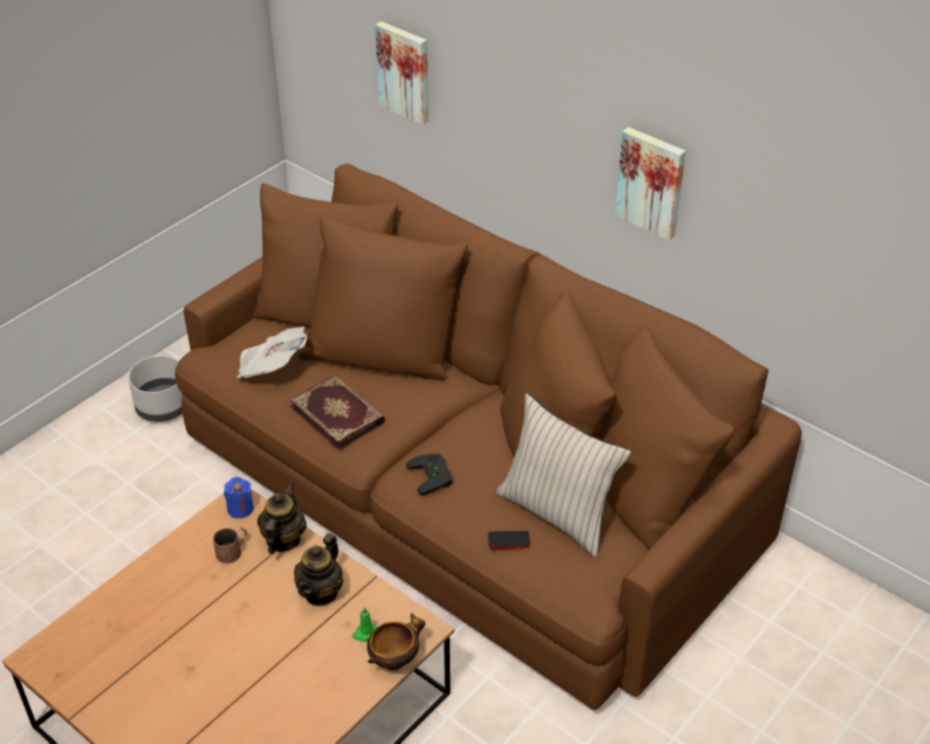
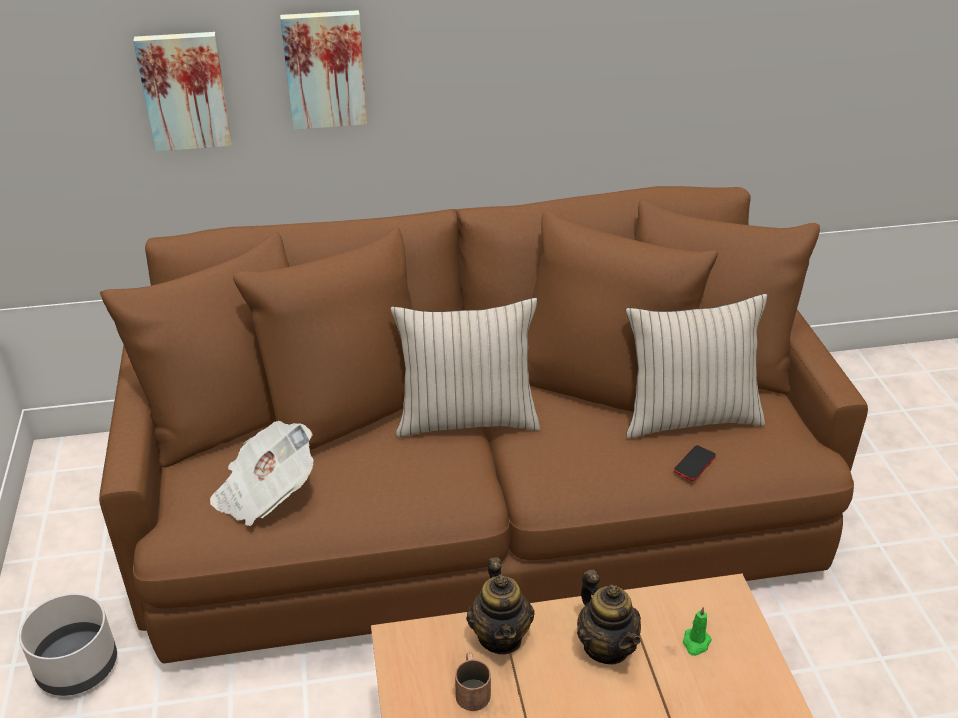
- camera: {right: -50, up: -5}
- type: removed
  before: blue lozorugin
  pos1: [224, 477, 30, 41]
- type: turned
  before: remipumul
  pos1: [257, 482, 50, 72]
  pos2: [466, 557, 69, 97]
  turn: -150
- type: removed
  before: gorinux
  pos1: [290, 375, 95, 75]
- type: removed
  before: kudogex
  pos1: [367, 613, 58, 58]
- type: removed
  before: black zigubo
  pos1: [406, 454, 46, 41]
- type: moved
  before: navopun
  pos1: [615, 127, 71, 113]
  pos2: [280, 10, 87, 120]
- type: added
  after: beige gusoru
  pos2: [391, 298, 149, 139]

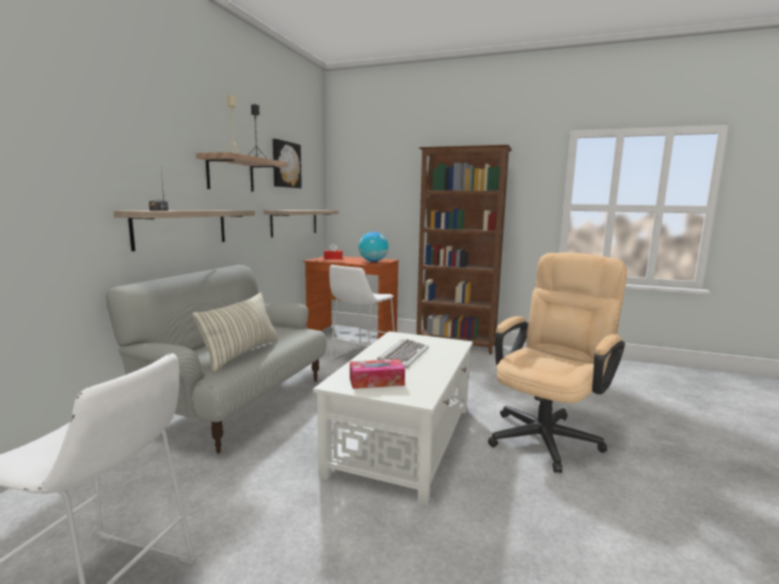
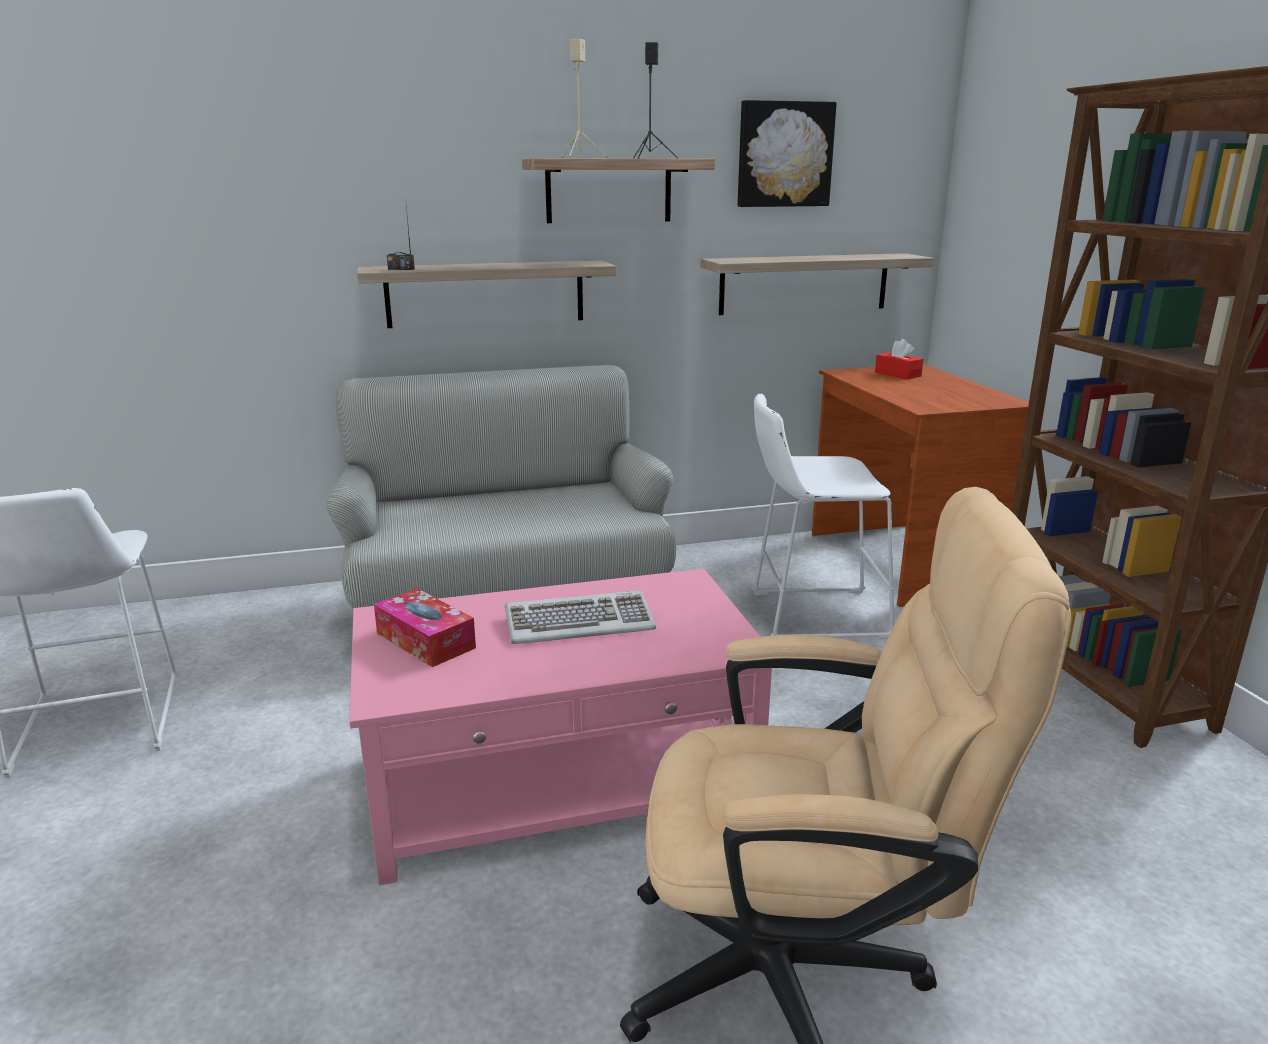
- camera: {right: 55, up: 10}
- type: removed
  before: gusoru
  pos1: [192, 293, 86, 80]
- type: recoloured
  before: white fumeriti
  after: pink fumeriti
  pos1: [313, 331, 160, 174]
  pos2: [349, 569, 423, 316]
- type: removed
  before: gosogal
  pos1: [359, 232, 29, 30]

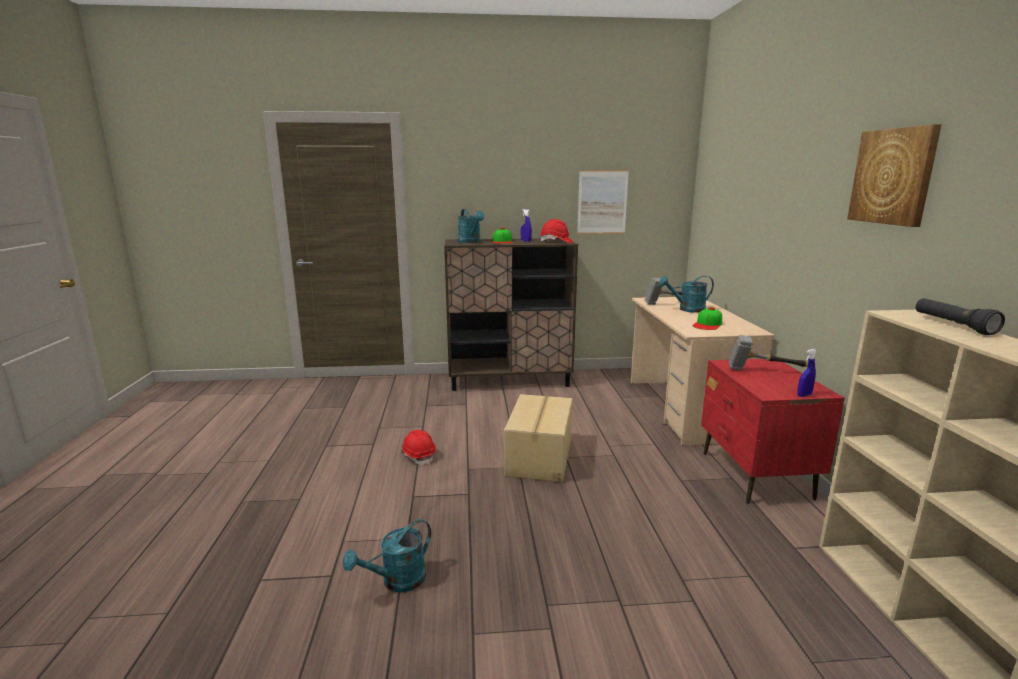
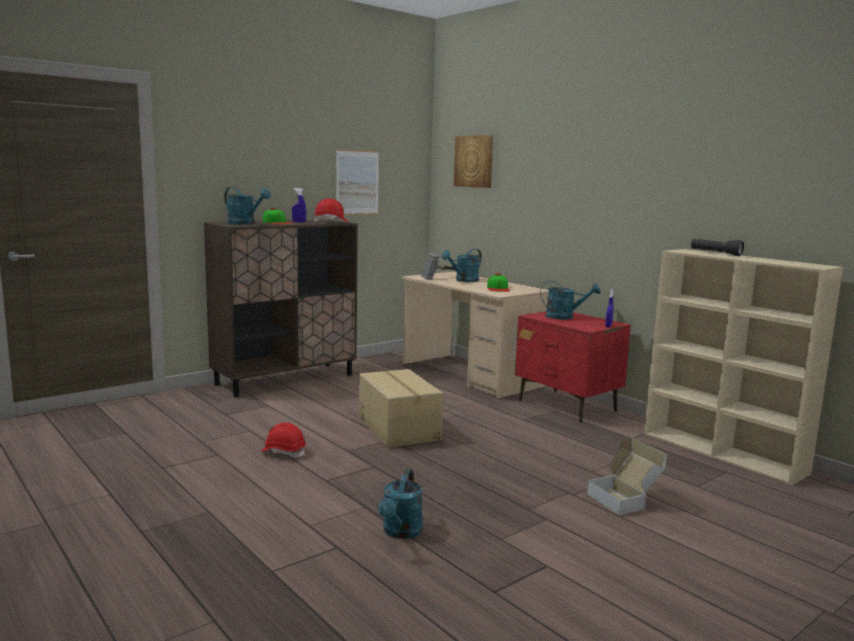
- camera: {right: -35, up: -5}
- type: replaced
  before: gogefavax
  after: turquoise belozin
  pos1: [729, 335, 79, 36]
  pos2: [540, 281, 61, 38]
- type: moved
  before: navopun
  pos1: [847, 124, 95, 103]
  pos2: [454, 135, 39, 53]
- type: added
  after: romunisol
  pos2: [587, 438, 80, 77]

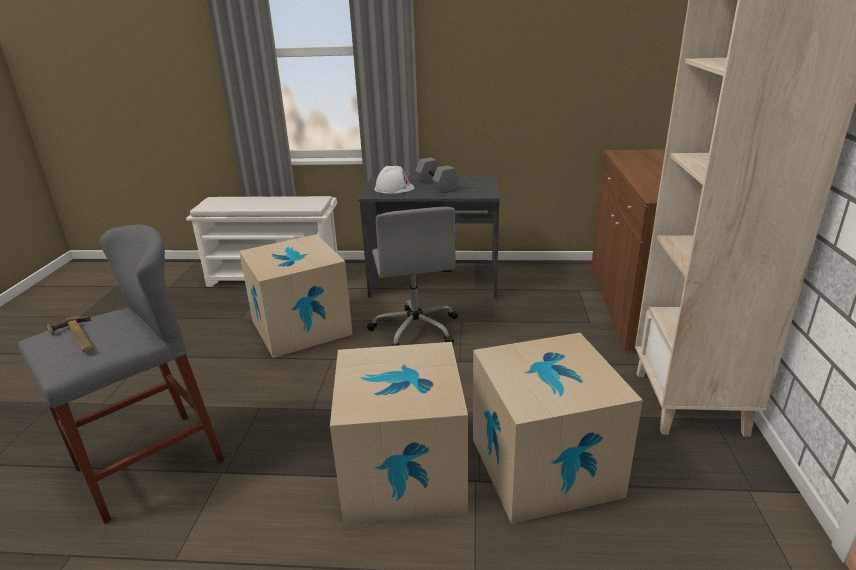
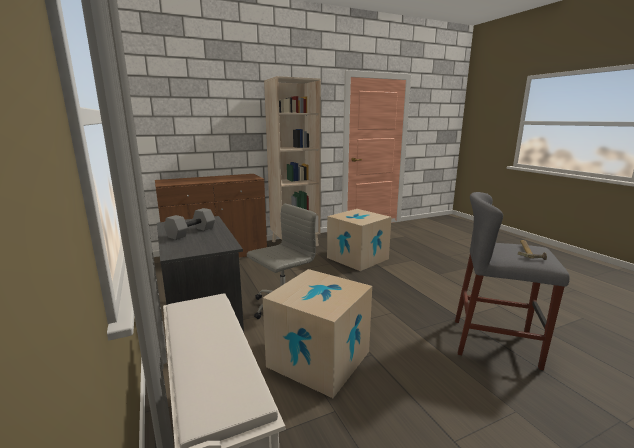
- camera: {right: -120, up: -10}
- type: removed
  before: romunisol
  pos1: [330, 342, 138, 182]
- type: removed
  before: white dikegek
  pos1: [374, 166, 41, 28]

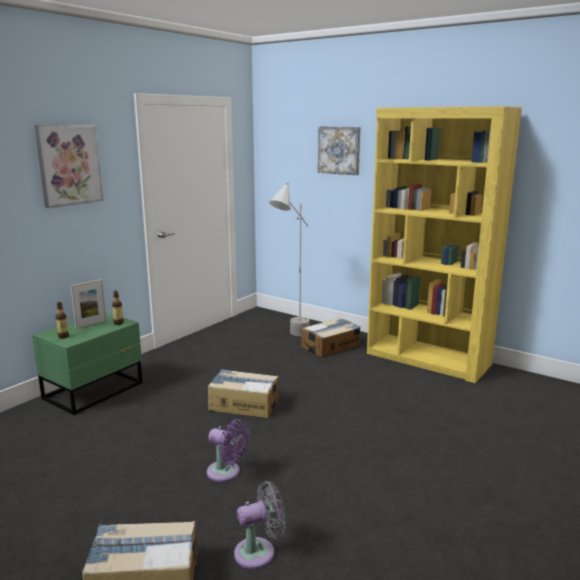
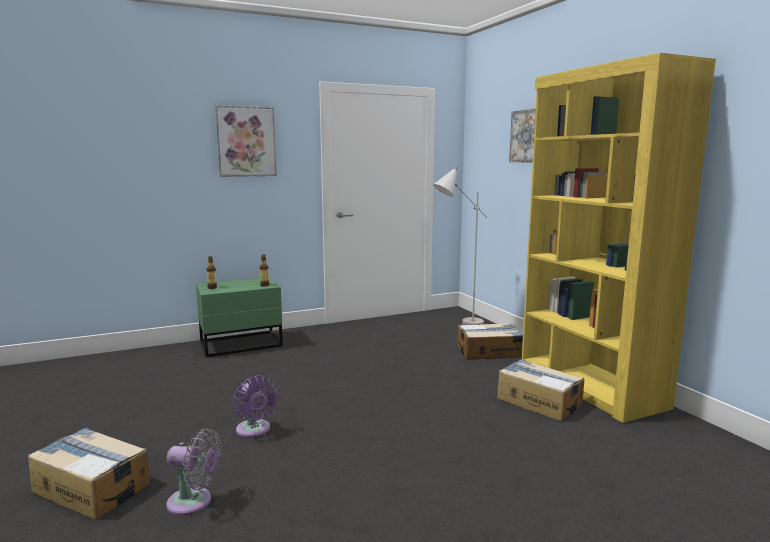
- camera: {right: 30, up: -5}
- type: removed
  before: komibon
  pos1: [70, 279, 37, 50]
- type: moved
  before: romunisol
  pos1: [208, 369, 71, 49]
  pos2: [497, 359, 87, 62]

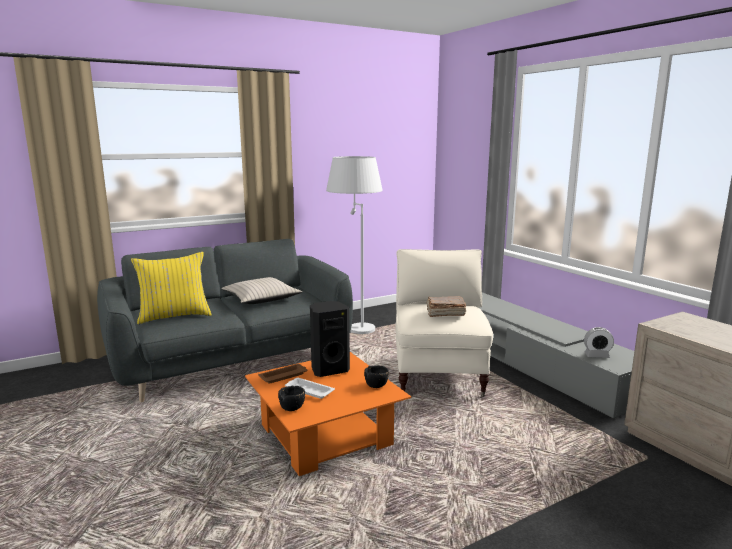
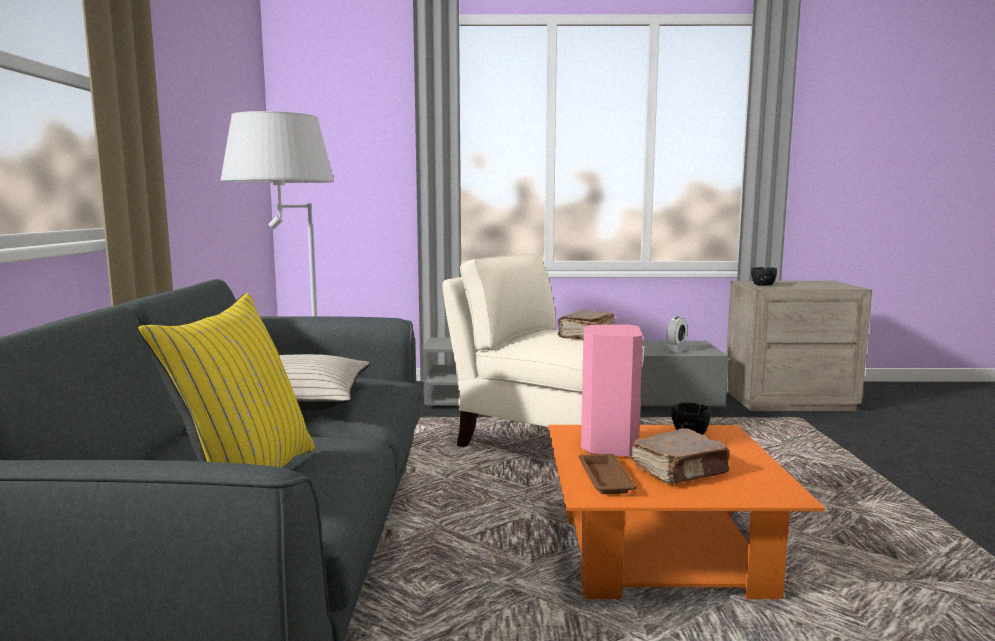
- camera: {right: -60, up: -5}
- type: moved
  before: black kudogex
  pos1: [278, 386, 27, 25]
  pos2: [751, 267, 26, 19]
- type: replaced
  before: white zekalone
  after: brown gorinux
  pos1: [285, 378, 50, 21]
  pos2: [632, 428, 98, 56]
- type: recoloured
  before: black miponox
  after: pink miponox
  pos1: [310, 301, 40, 76]
  pos2: [581, 325, 62, 132]

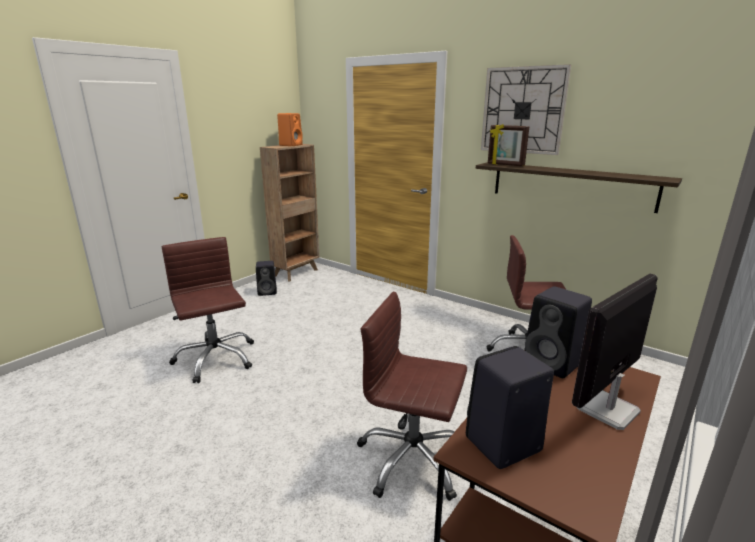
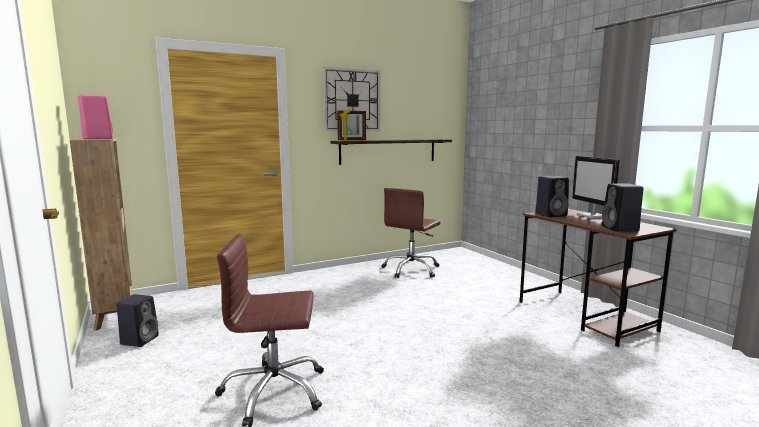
- camera: {right: -65, up: -10}
- type: recoloured
  before: orange miponox
  after: pink miponox
  pos1: [277, 113, 26, 33]
  pos2: [78, 95, 35, 44]
- type: removed
  before: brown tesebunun
  pos1: [357, 292, 110, 209]

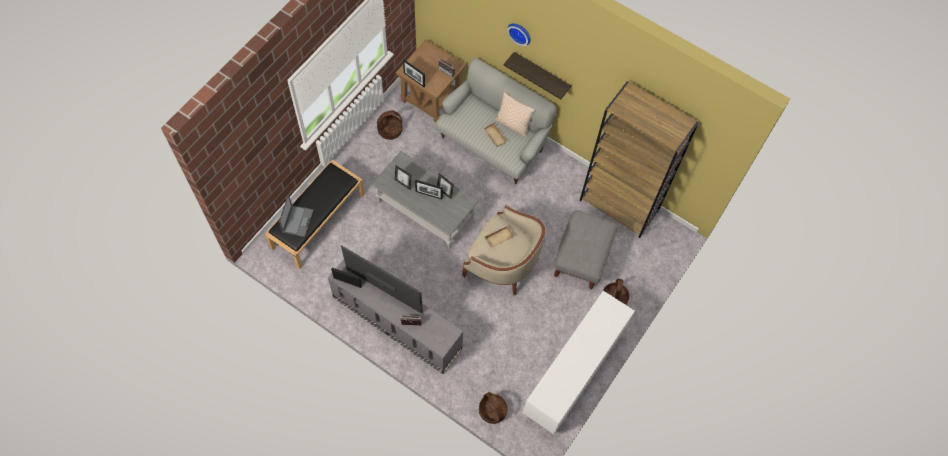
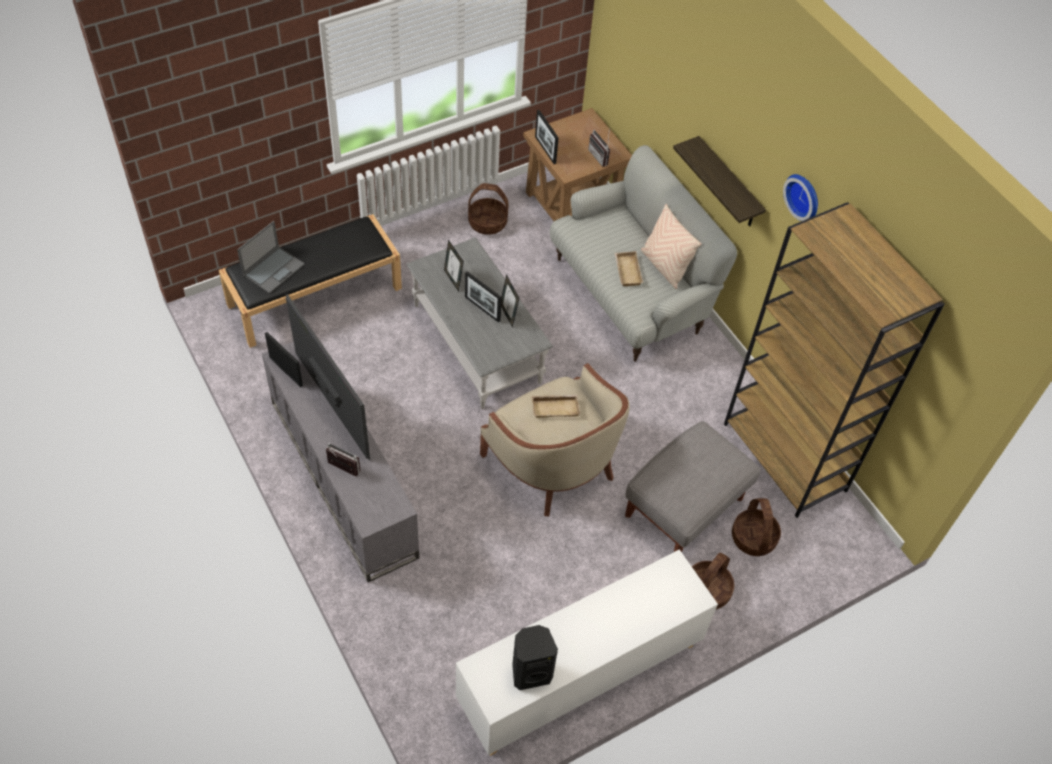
- camera: {right: 25, up: -10}
- type: moved
  before: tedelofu
  pos1: [479, 392, 29, 32]
  pos2: [732, 498, 49, 58]
- type: moved
  before: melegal
  pos1: [507, 24, 24, 22]
  pos2: [783, 174, 35, 47]
- type: added
  after: black miponox
  pos2: [512, 625, 46, 65]

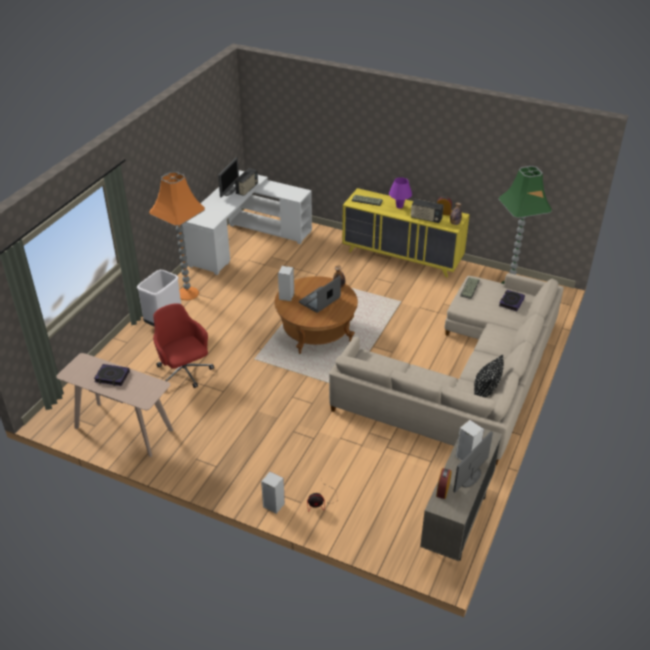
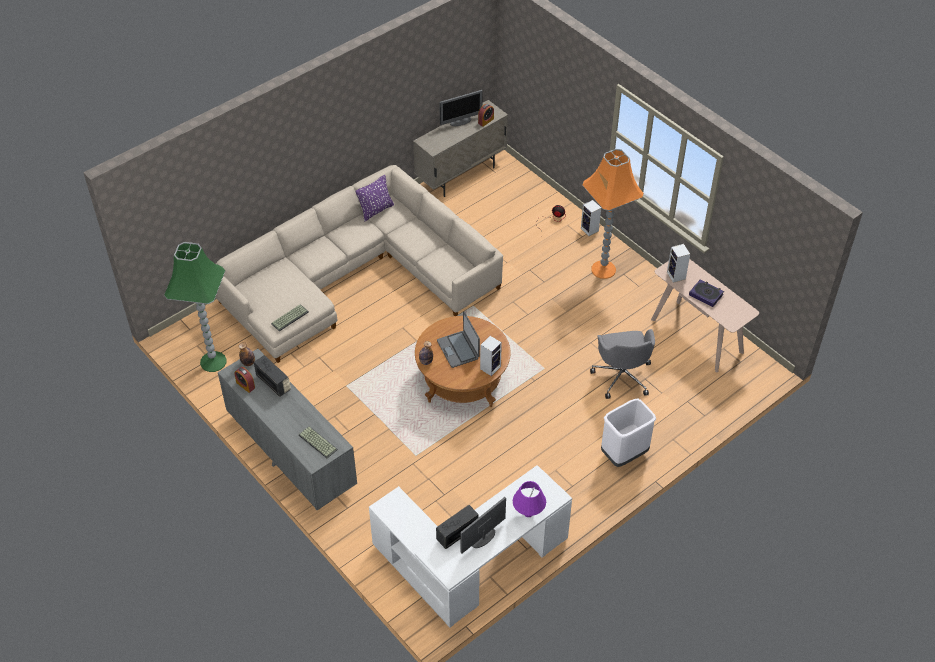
- camera: {right: -155, up: 10}
- type: moved
  before: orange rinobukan
  pos1: [149, 171, 56, 129]
  pos2: [582, 149, 62, 130]
- type: recoloured
  before: red tesebunun
  after: grey tesebunun
  pos1: [153, 303, 61, 85]
  pos2: [590, 329, 65, 70]
- type: turned
  before: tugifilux
  pos1: [299, 276, 42, 37]
  pos2: [437, 312, 43, 56]
  turn: 90
- type: recoloured
  before: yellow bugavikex
  after: grey bugavikex
  pos1: [342, 188, 128, 90]
  pos2: [218, 349, 139, 161]
- type: moved
  before: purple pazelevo
  pos1: [389, 177, 23, 31]
  pos2: [513, 481, 33, 36]
- type: moved
  before: miponox
  pos1: [455, 420, 29, 41]
  pos2: [667, 244, 23, 39]
- type: recoloured
  before: black gusoru
  after: purple gusoru
  pos1: [474, 355, 30, 42]
  pos2: [355, 175, 39, 46]
- type: removed
  before: gorinux
  pos1: [499, 290, 26, 21]

